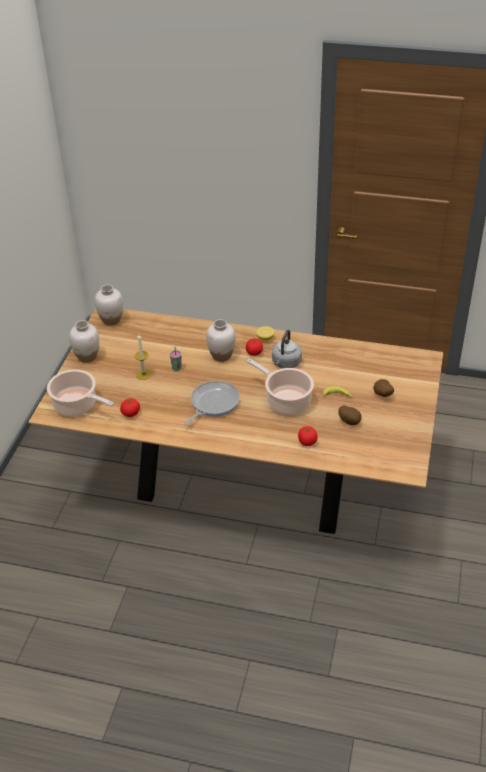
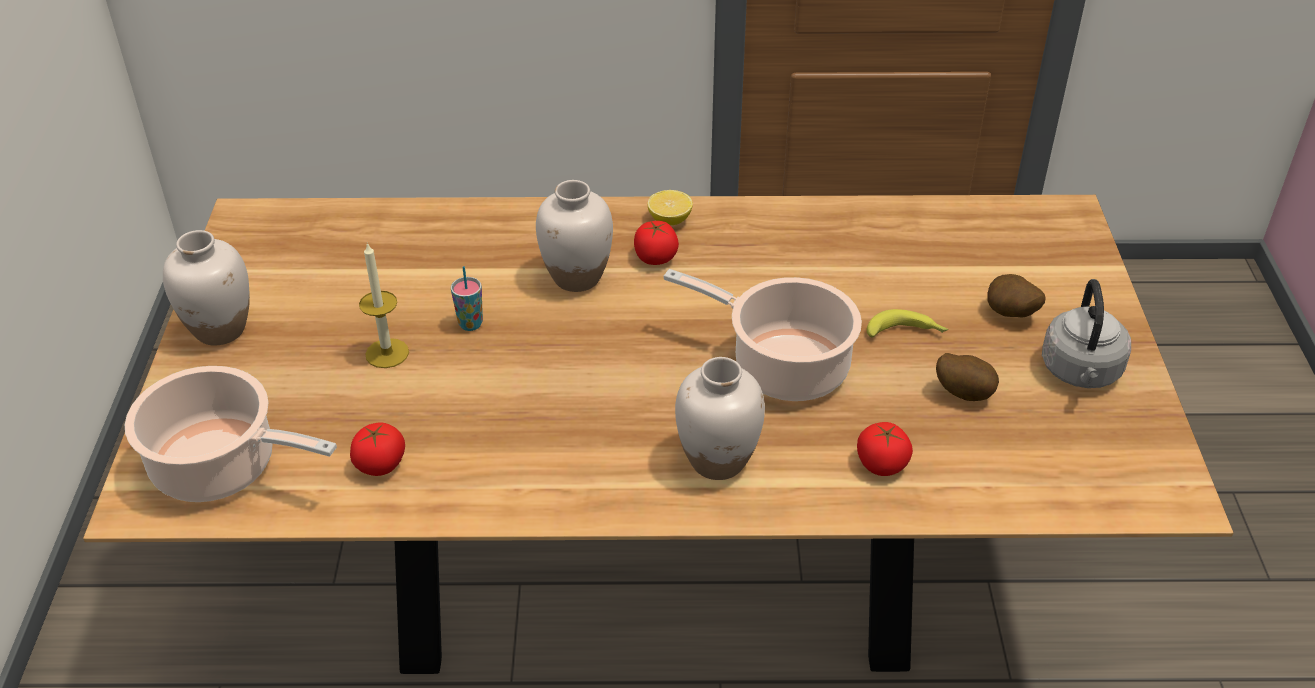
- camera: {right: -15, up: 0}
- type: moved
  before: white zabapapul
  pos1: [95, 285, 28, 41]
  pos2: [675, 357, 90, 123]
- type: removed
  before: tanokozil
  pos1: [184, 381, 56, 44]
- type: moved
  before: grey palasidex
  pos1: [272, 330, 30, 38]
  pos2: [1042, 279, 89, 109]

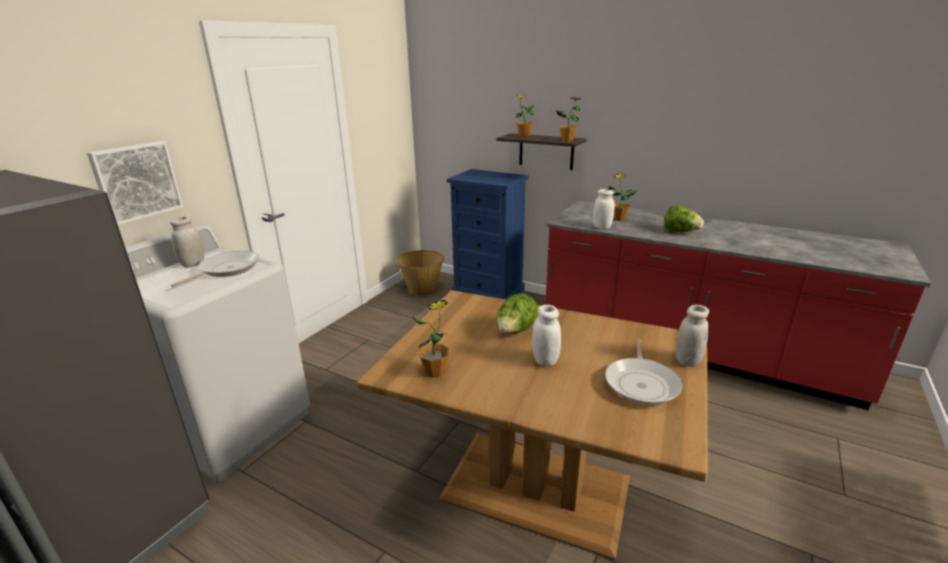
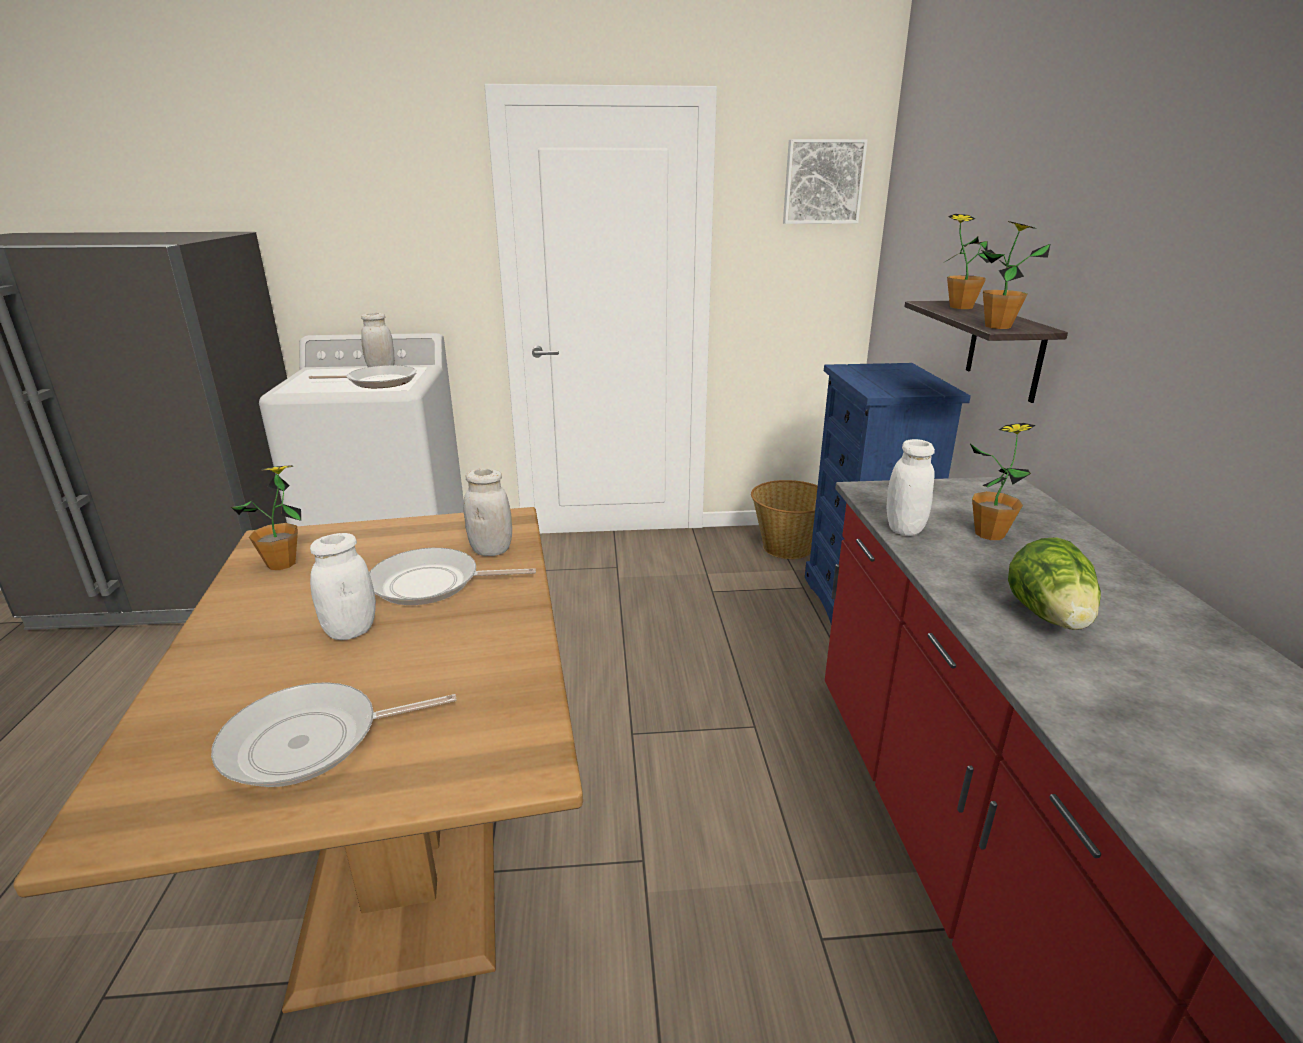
- camera: {right: 55, up: 0}
- type: moved
  before: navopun
  pos1: [87, 141, 96, 84]
  pos2: [783, 139, 85, 85]
- type: replaced
  before: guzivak
  after: tanokozil
  pos1: [496, 293, 42, 40]
  pos2: [369, 548, 167, 57]
- type: moved
  before: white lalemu
  pos1: [676, 305, 33, 62]
  pos2: [463, 468, 49, 88]

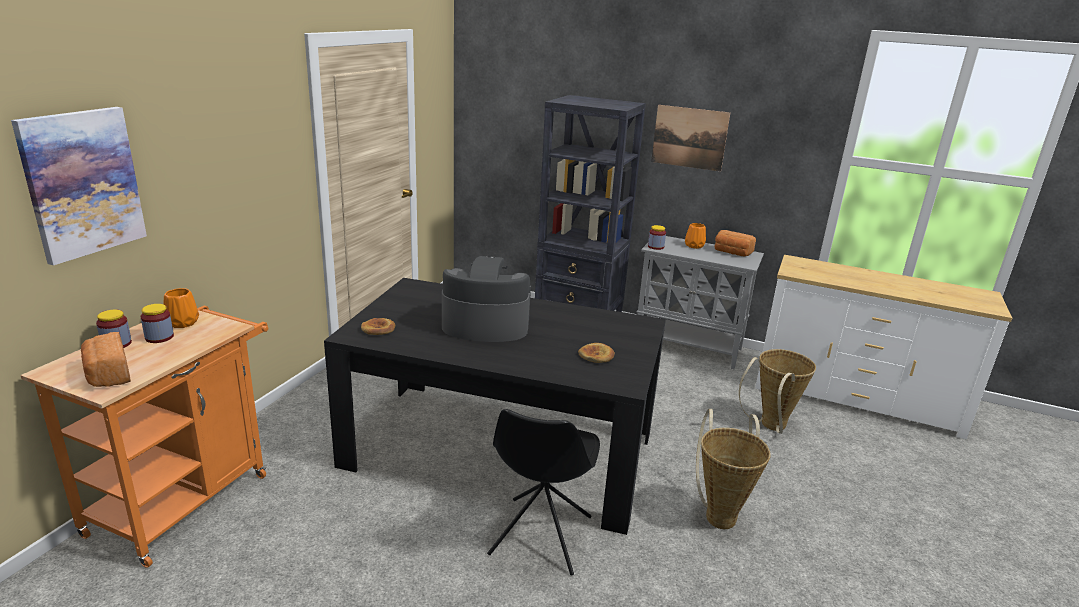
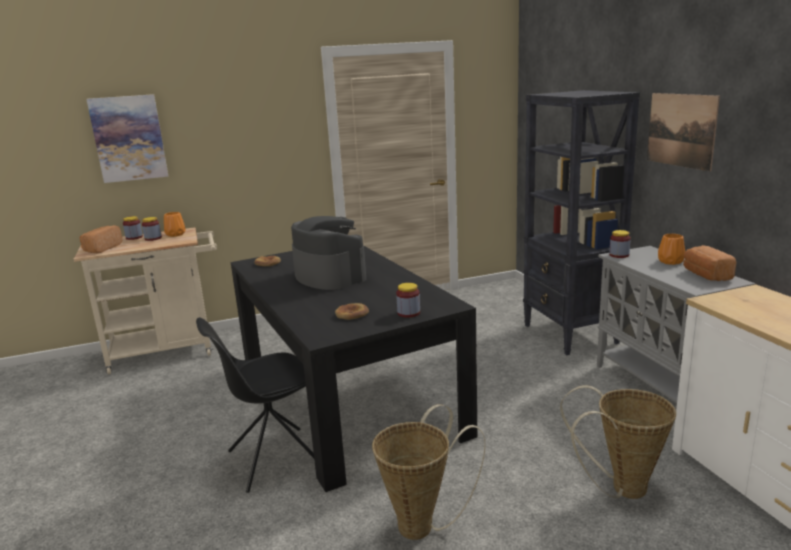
- camera: {right: 50, up: -5}
- type: recoloured
  before: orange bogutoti
  after: beige bogutoti
  pos1: [20, 306, 248, 262]
  pos2: [73, 227, 144, 148]
- type: added
  after: lalemu
  pos2: [396, 283, 24, 35]

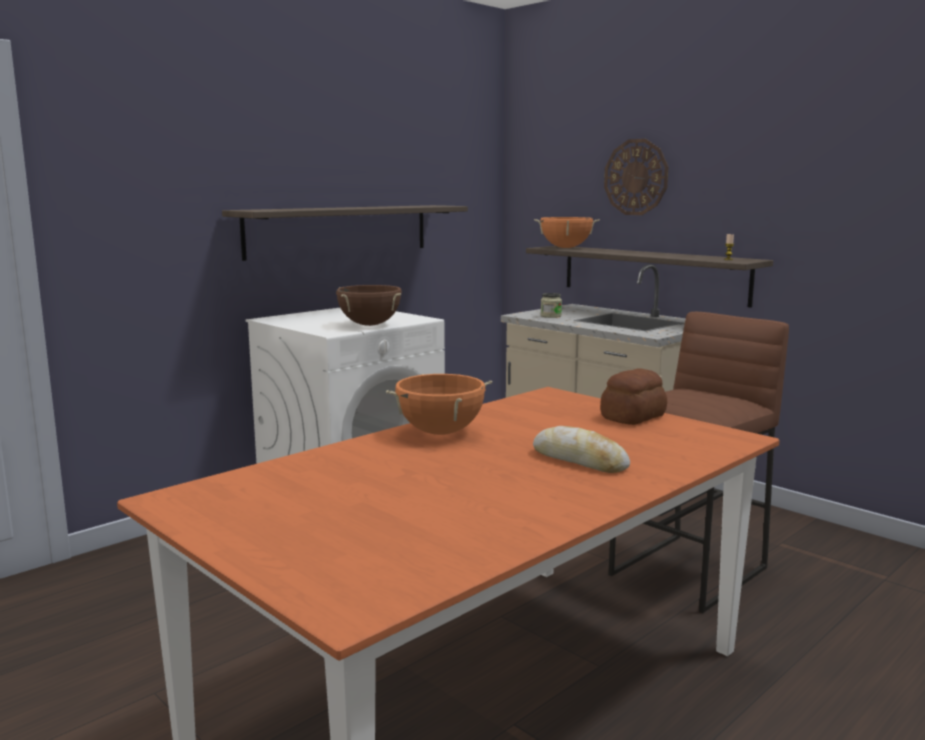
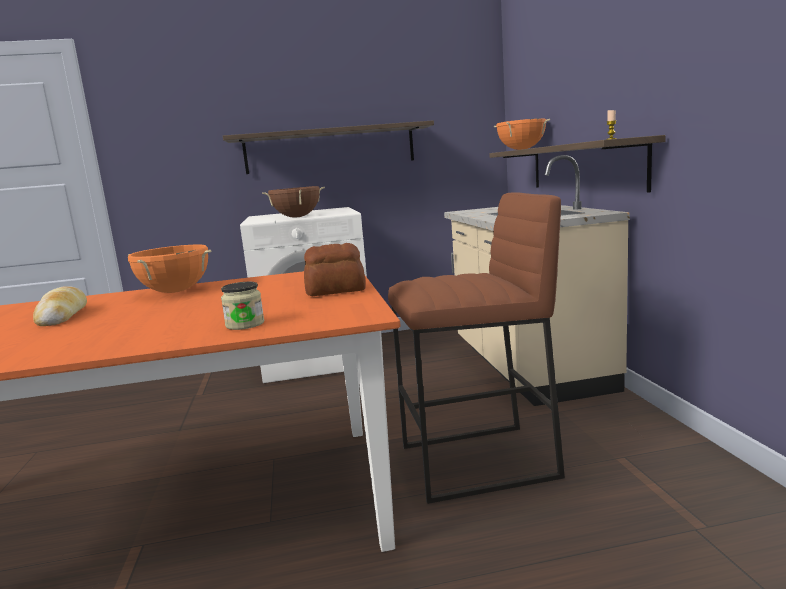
- camera: {right: 35, up: 0}
- type: moved
  before: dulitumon
  pos1: [533, 426, 97, 47]
  pos2: [33, 286, 54, 40]
- type: moved
  before: lalemu
  pos1: [541, 293, 21, 25]
  pos2: [221, 282, 43, 48]
- type: removed
  before: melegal
  pos1: [604, 139, 64, 76]

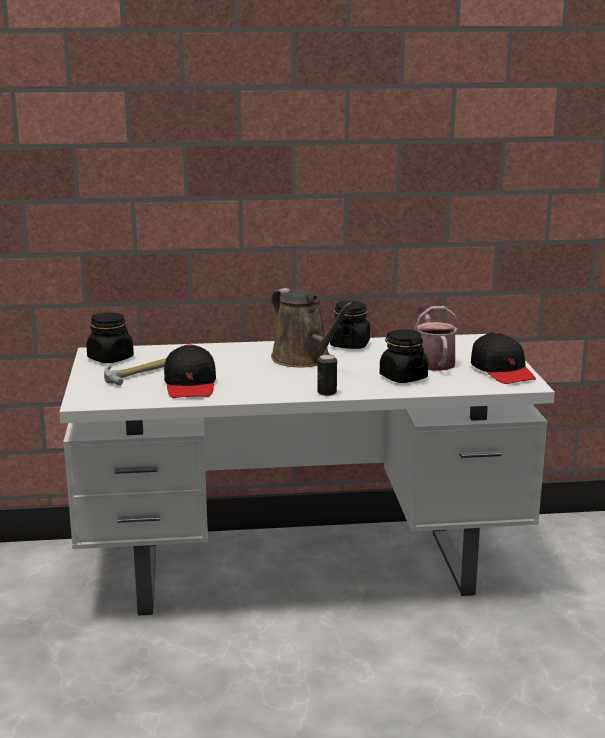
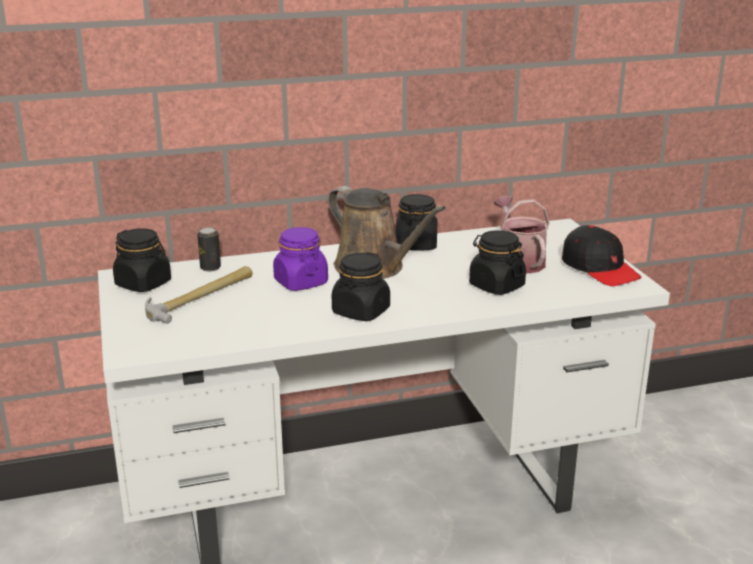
- camera: {right: -10, up: 5}
- type: removed
  before: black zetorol
  pos1: [164, 344, 52, 54]
- type: moved
  before: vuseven
  pos1: [317, 354, 20, 42]
  pos2: [197, 227, 24, 44]
- type: added
  after: purple lalemu
  pos2: [273, 227, 55, 64]
- type: added
  after: black lalemu
  pos2: [332, 252, 58, 69]

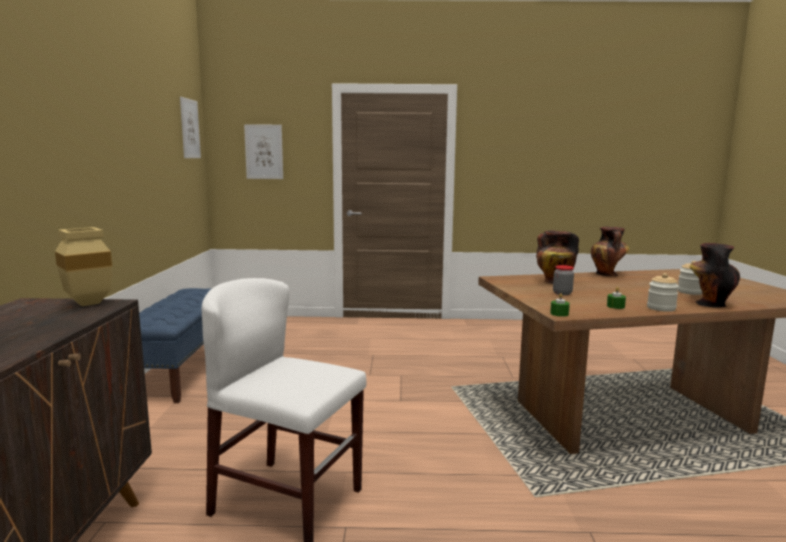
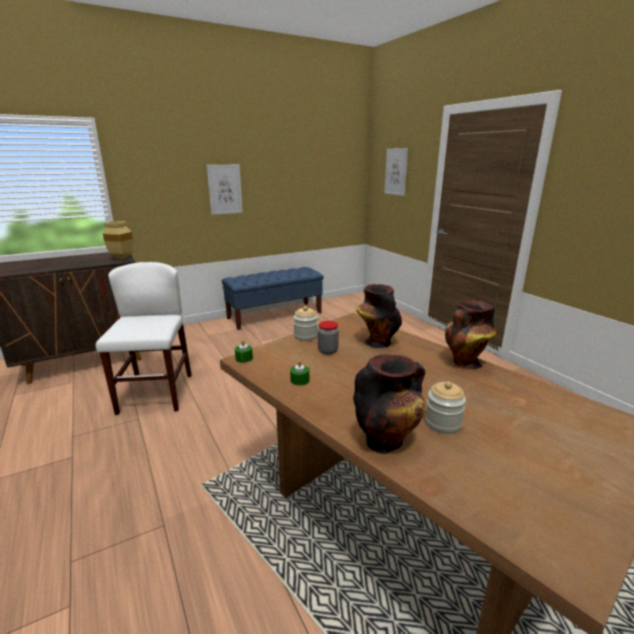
- camera: {right: 60, up: 10}
- type: moved
  before: navopun
  pos1: [180, 97, 21, 61]
  pos2: [207, 165, 36, 50]
- type: moved
  before: lalemu
  pos1: [647, 273, 32, 39]
  pos2: [294, 306, 24, 35]

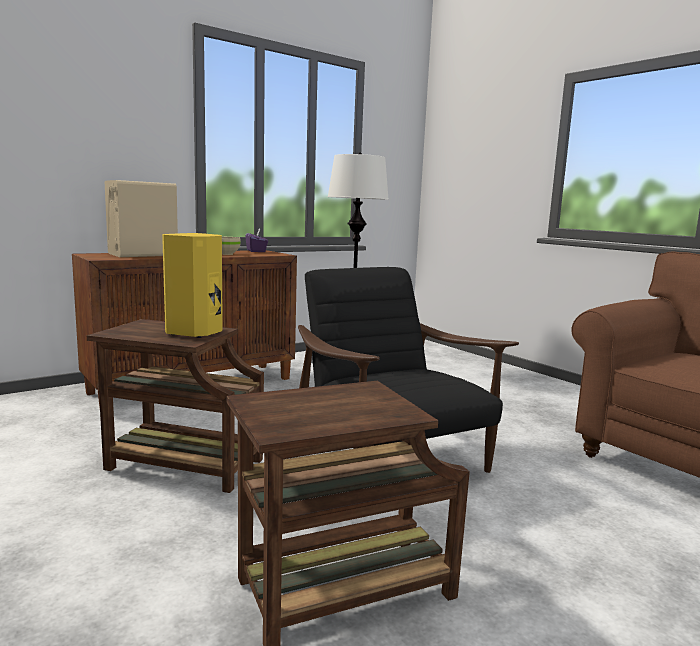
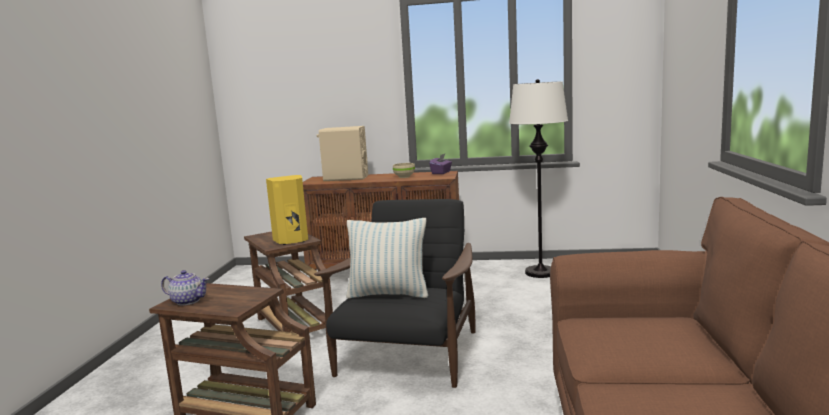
- camera: {right: 45, up: 0}
- type: added
  after: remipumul
  pos2: [161, 270, 48, 35]
- type: added
  after: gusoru
  pos2: [346, 218, 82, 80]

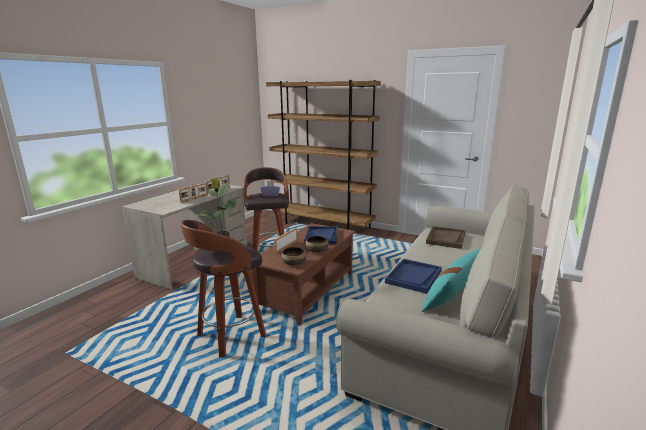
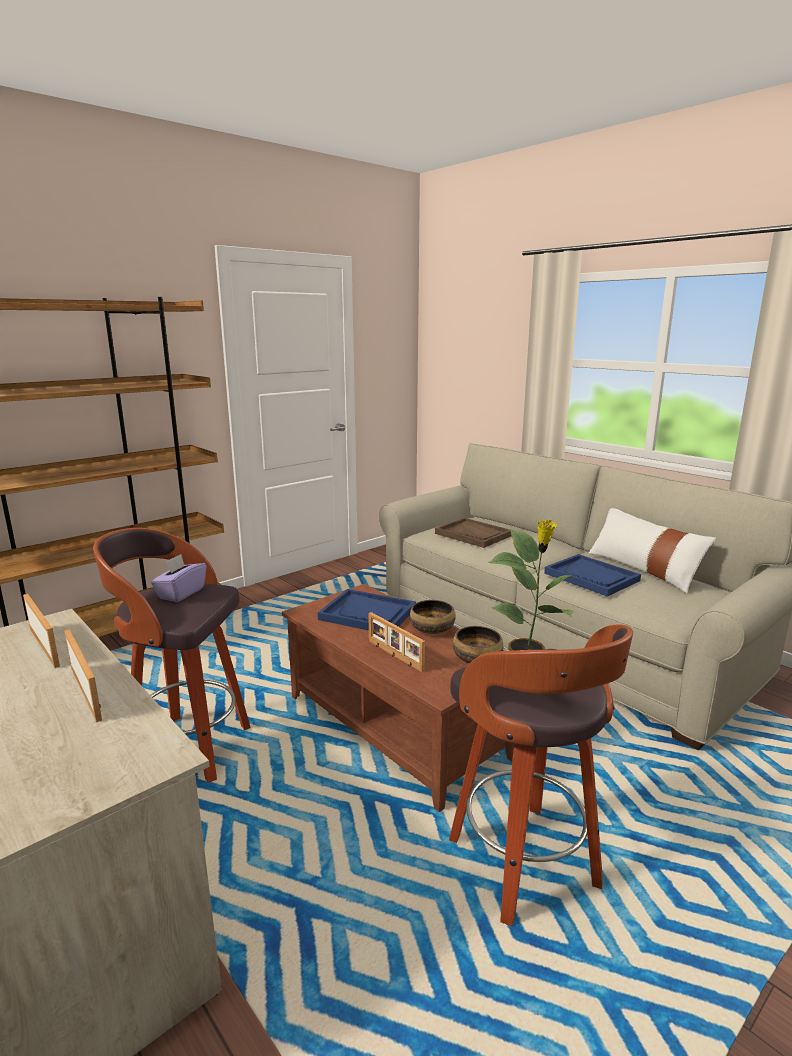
- camera: {right: -70, up: 0}
- type: recoloured
  before: turquoise gusoru
  after: white gusoru
  pos1: [422, 248, 59, 64]
  pos2: [589, 508, 127, 85]

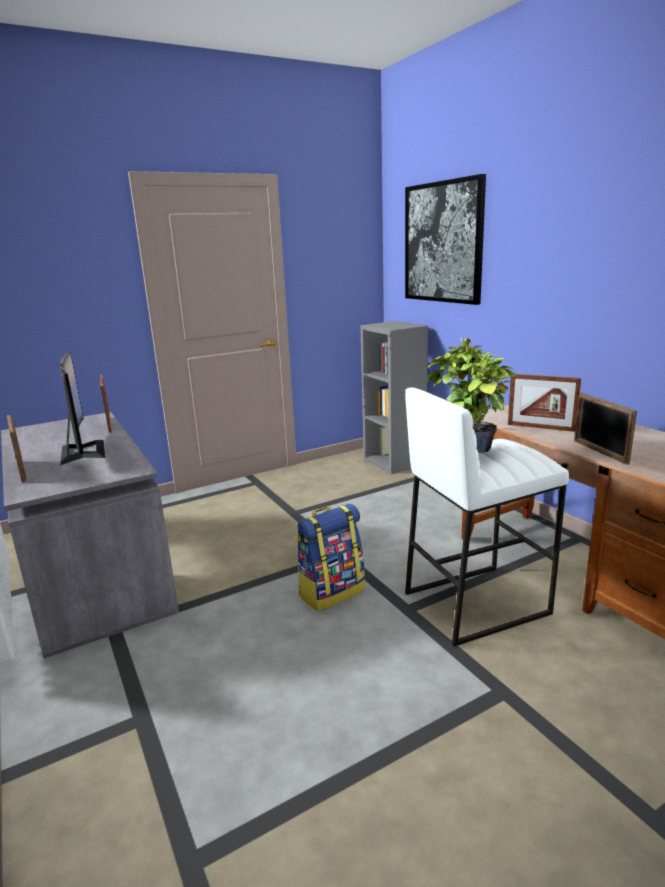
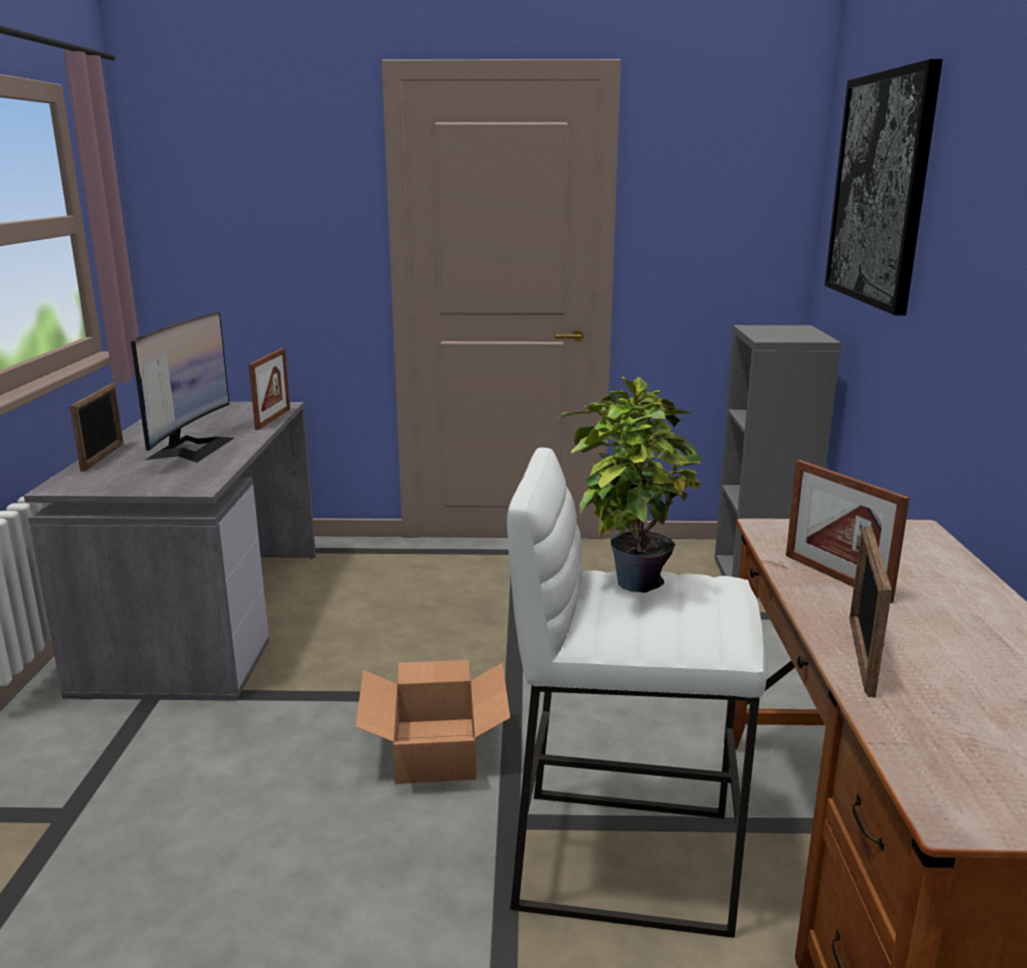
- camera: {right: 30, up: 0}
- type: replaced
  before: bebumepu
  after: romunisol
  pos1: [296, 504, 69, 107]
  pos2: [356, 660, 154, 124]

